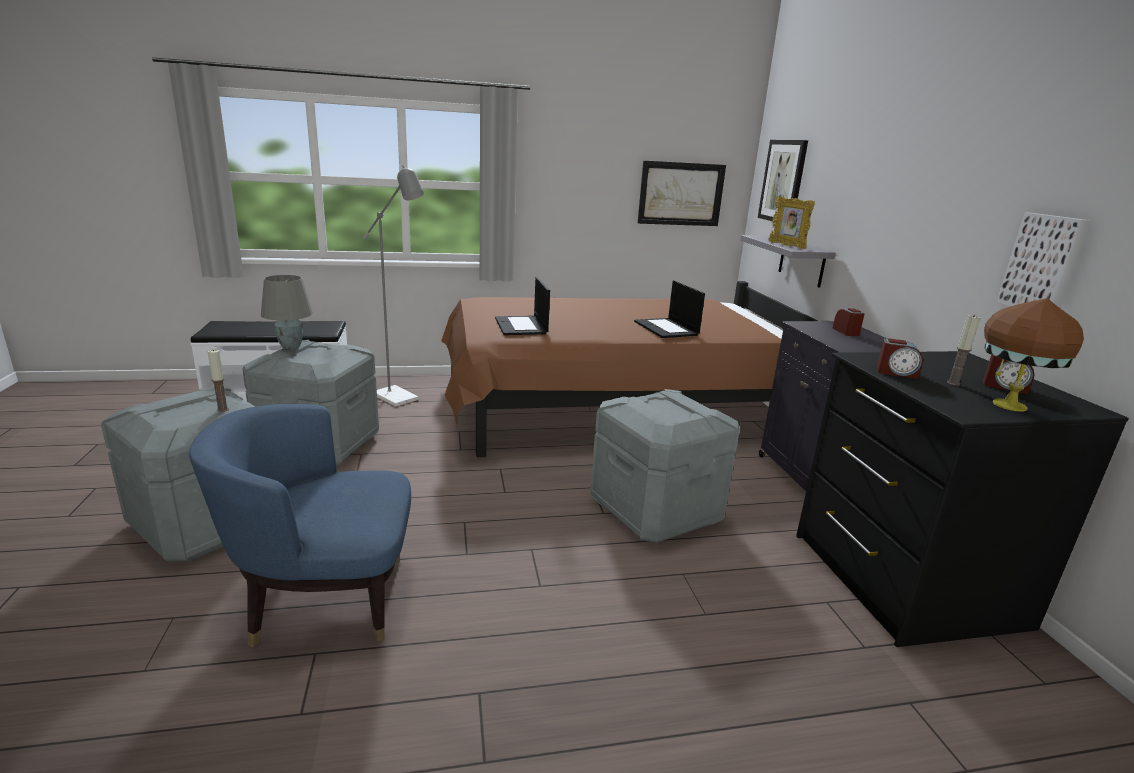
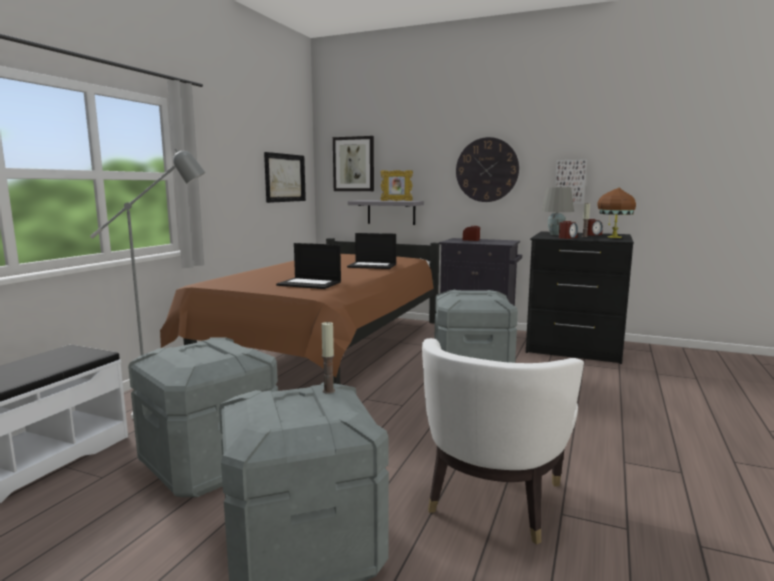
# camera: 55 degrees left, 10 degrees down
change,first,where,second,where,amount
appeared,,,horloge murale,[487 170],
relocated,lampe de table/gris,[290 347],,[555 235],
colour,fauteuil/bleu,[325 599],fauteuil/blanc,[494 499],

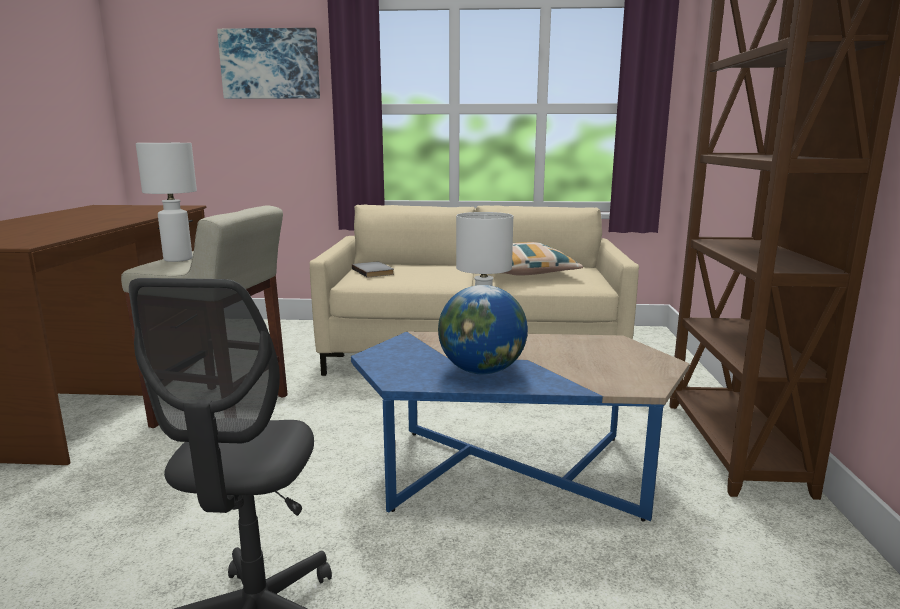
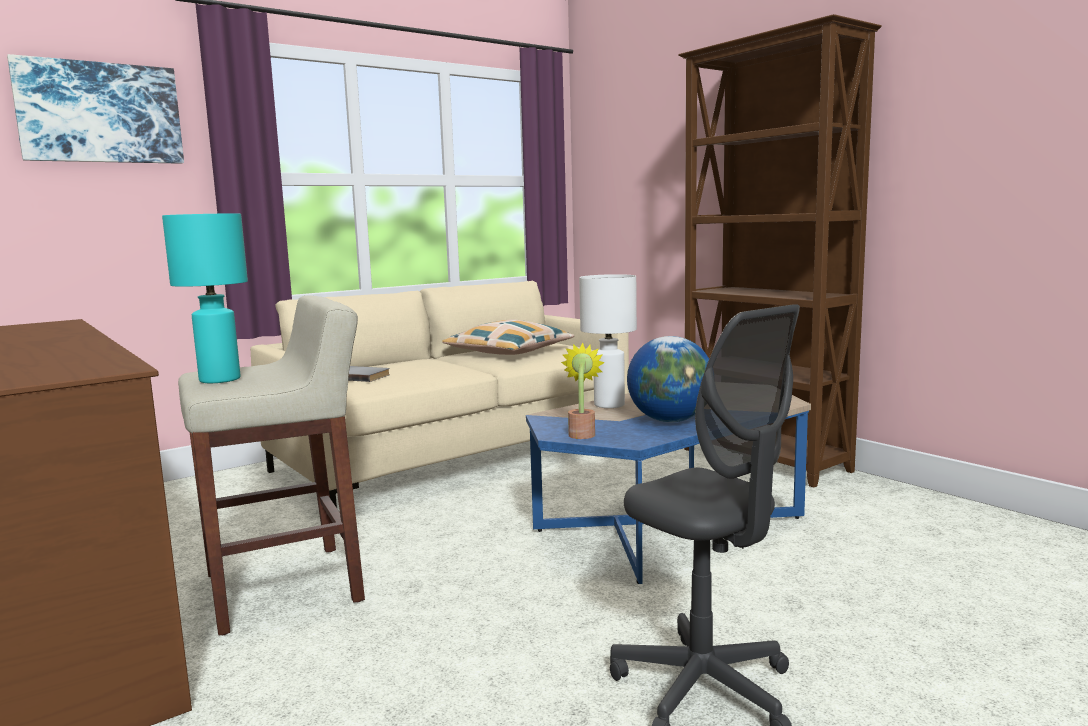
# camera: 40 degrees left, 5 degrees down
change,first,where,second,where,amount
appeared,,,plante en pot,[582 433],
colour,lampe de table/blanc,[177 259],lampe de table/turquoise,[218 380],

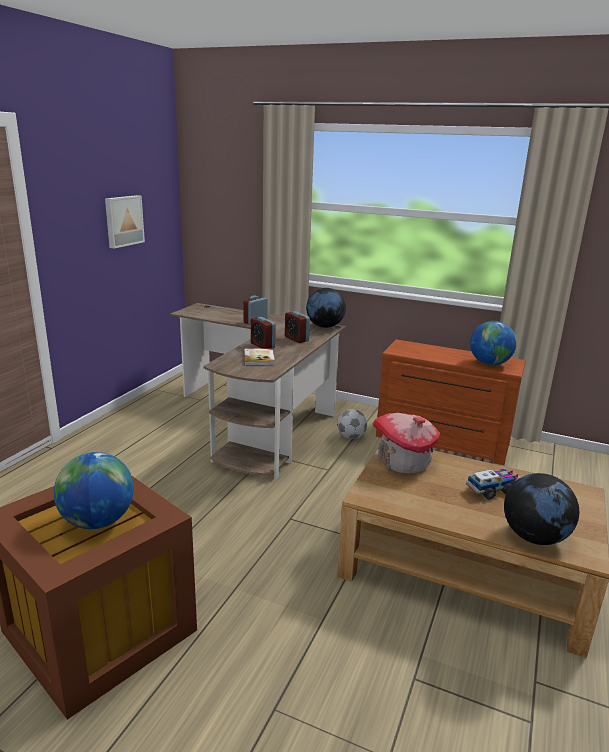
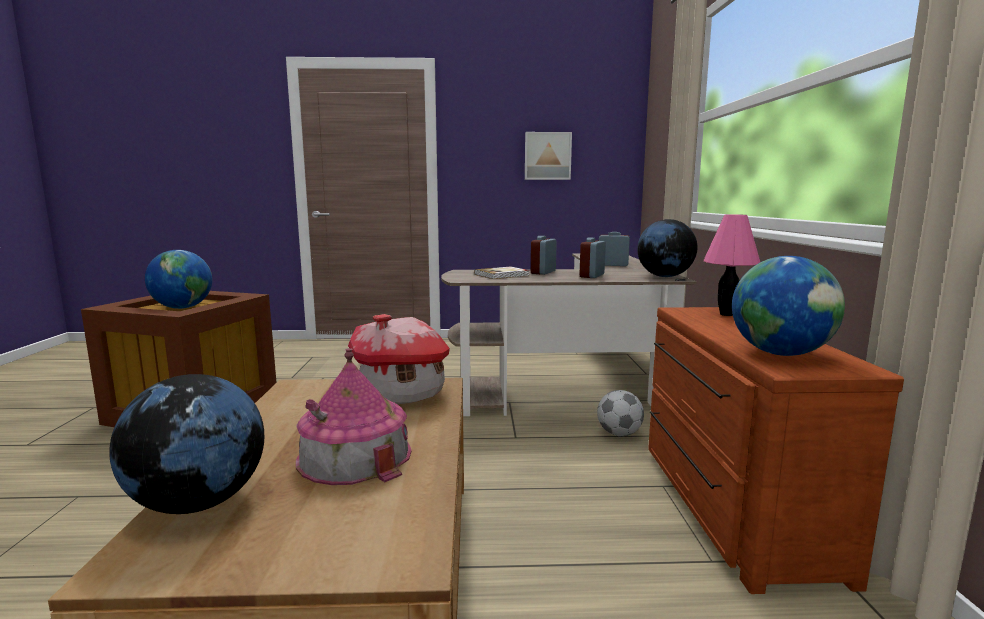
# camera: 65 degrees right, 10 degrees down
change,first,where,second,where,amount
appeared,,,lampe de table/rose,[727 314],
exchanged,camion jouet,[492 490],maison miniature,[354 456],

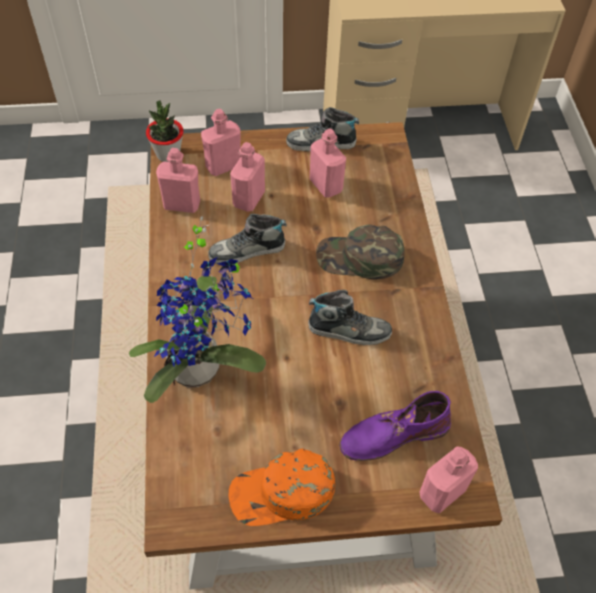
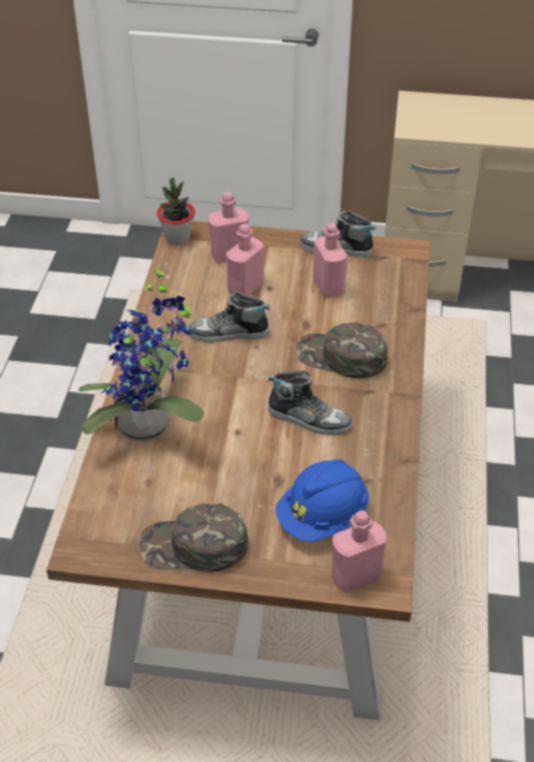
# camera: 15 degrees right, 10 degrees down
change,first,where,second,where,amount
missing,bouteille/rose,[182 204],,,
exchanged,botte/violet,[393 435],casque de chantier/bleu,[323 517],
colour,casquette/orange,[282 493],casquette/vert,[194 546],

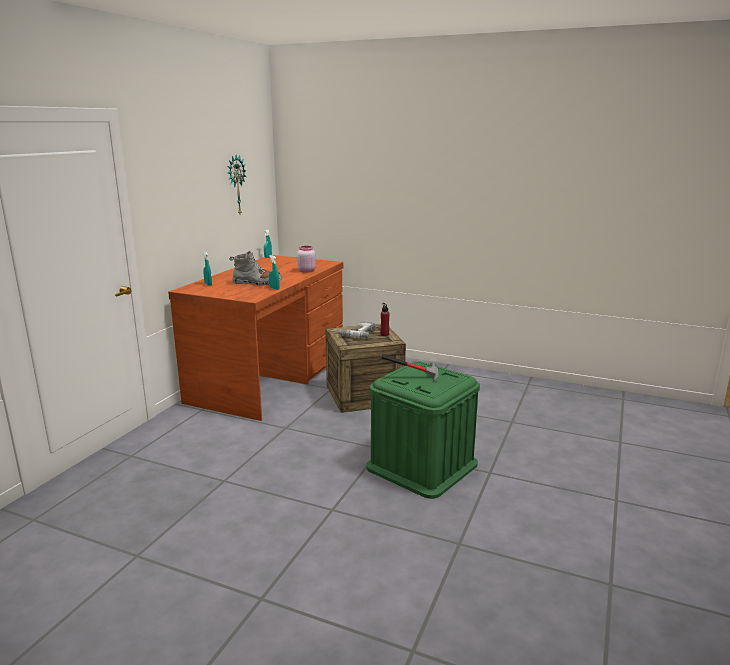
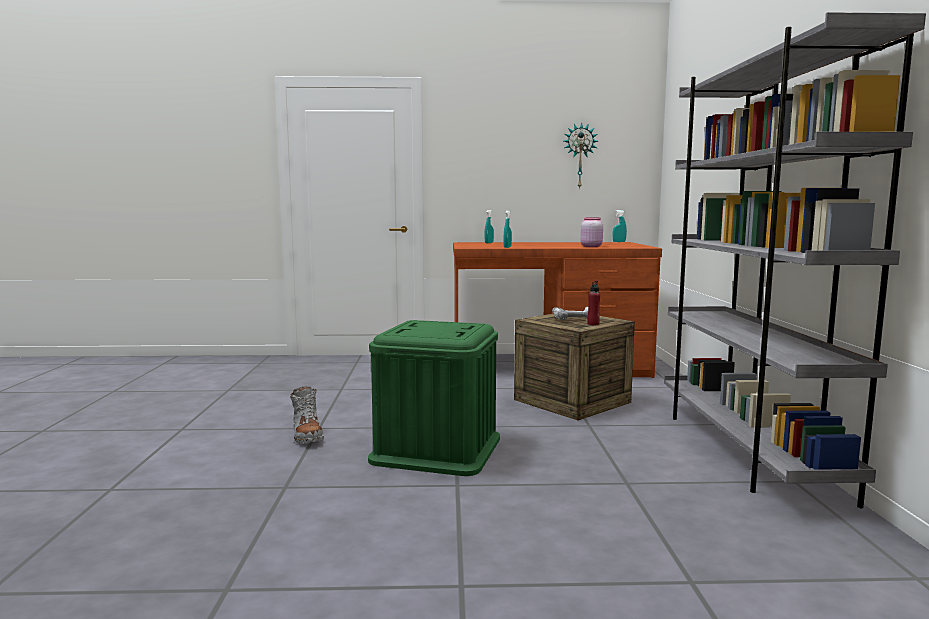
# camera: 65 degrees right, 10 degrees down
change,first,where,second,where,amount
missing,marteau,[413 376],,,
appeared,,,bibliothèque/gris,[745 450],
relocated,botte/gris,[257 283],,[307 435],

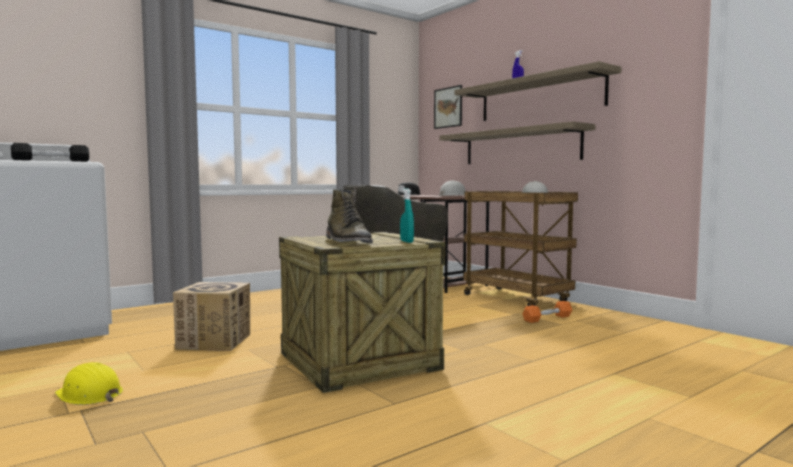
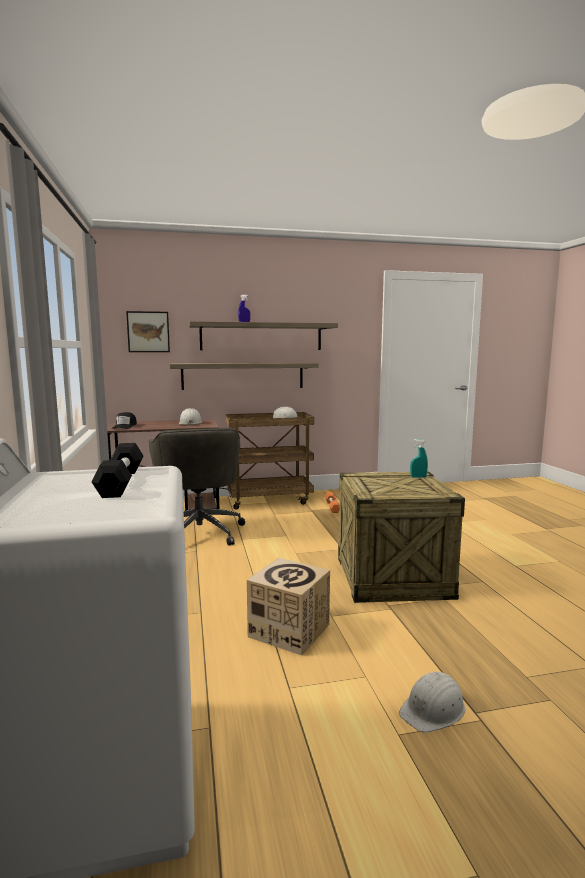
# camera: 65 degrees left, 5 degrees up
change,first,where,second,where,amount
missing,botte/vert,[348 242],,,
colour,casque de chantier/jaune,[89 394],casque de chantier/blanc,[433 709],

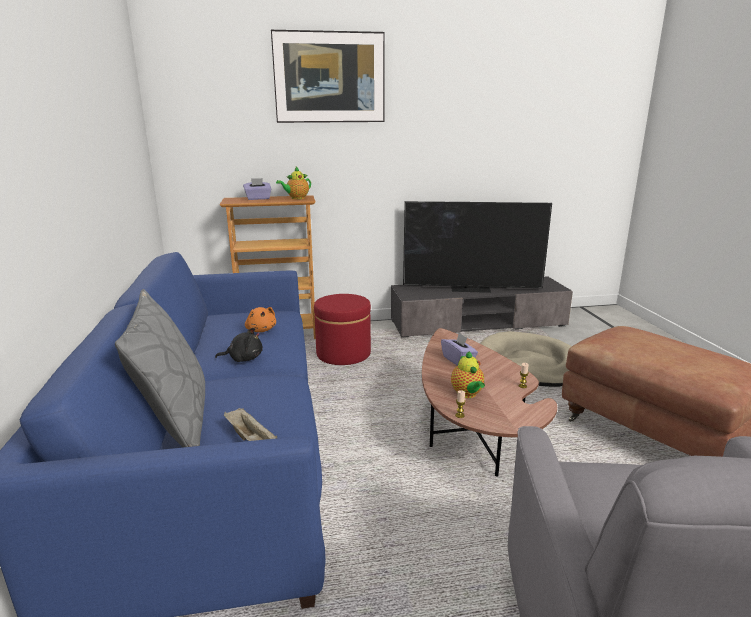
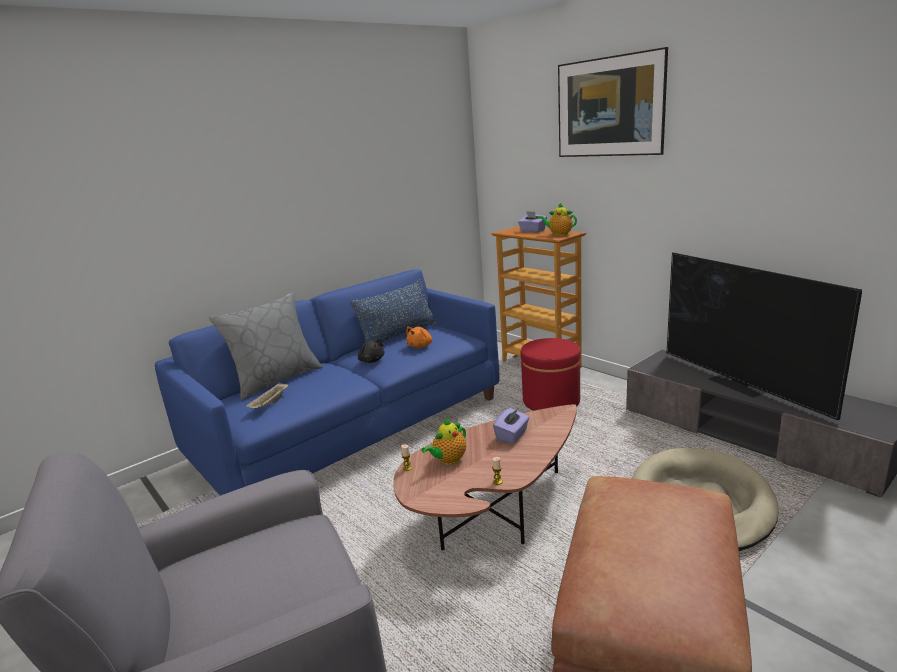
# camera: 60 degrees right, 0 degrees up
change,first,where,second,where,amount
appeared,,,coussin/bleu,[399 335],

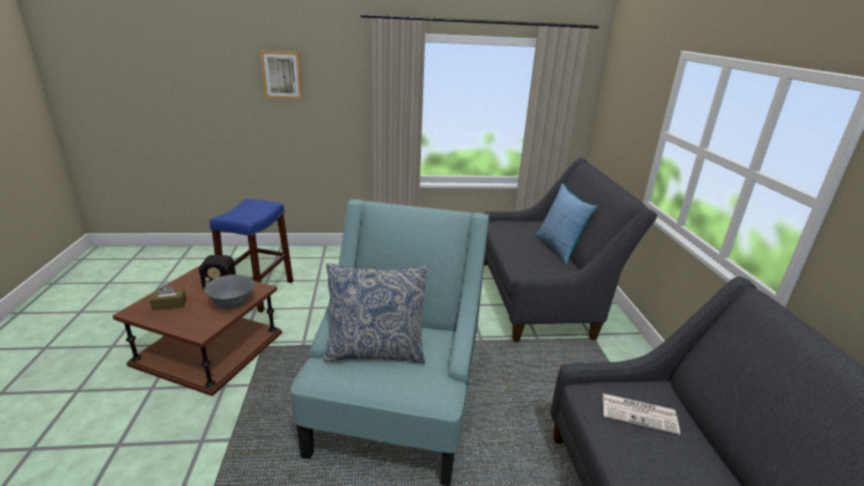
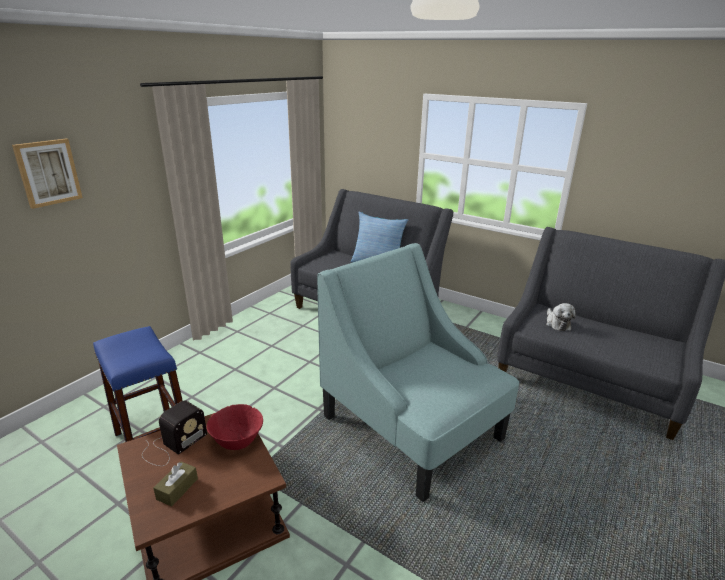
# camera: 50 degrees left, 0 degrees up
change,first,where,second,where,amount
missing,coussin,[376 351],,,
exchanged,journal,[639 413],peluche,[557 323],
colour,bol/gris,[232 304],bol/rouge,[237 442],

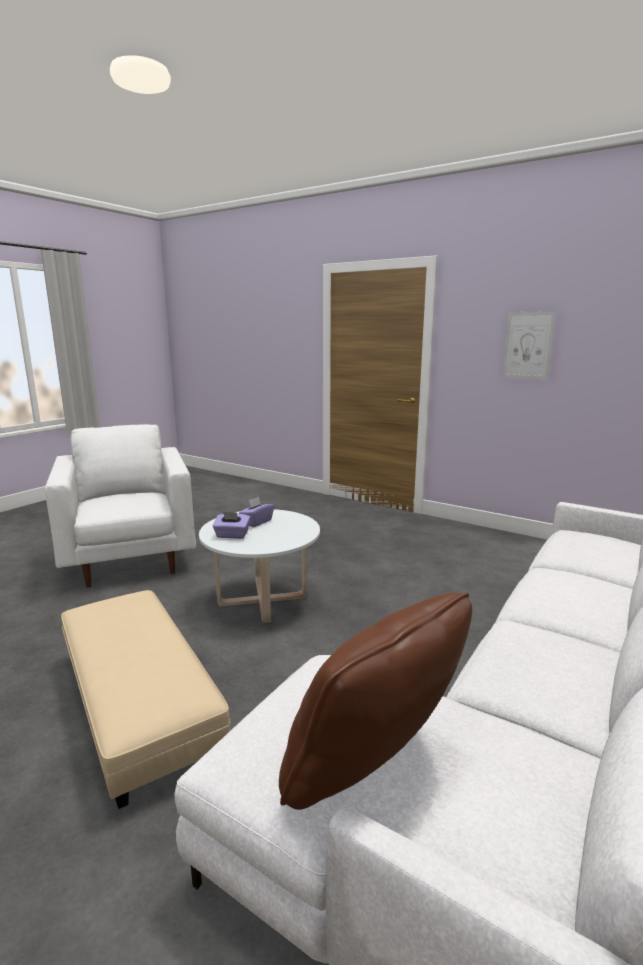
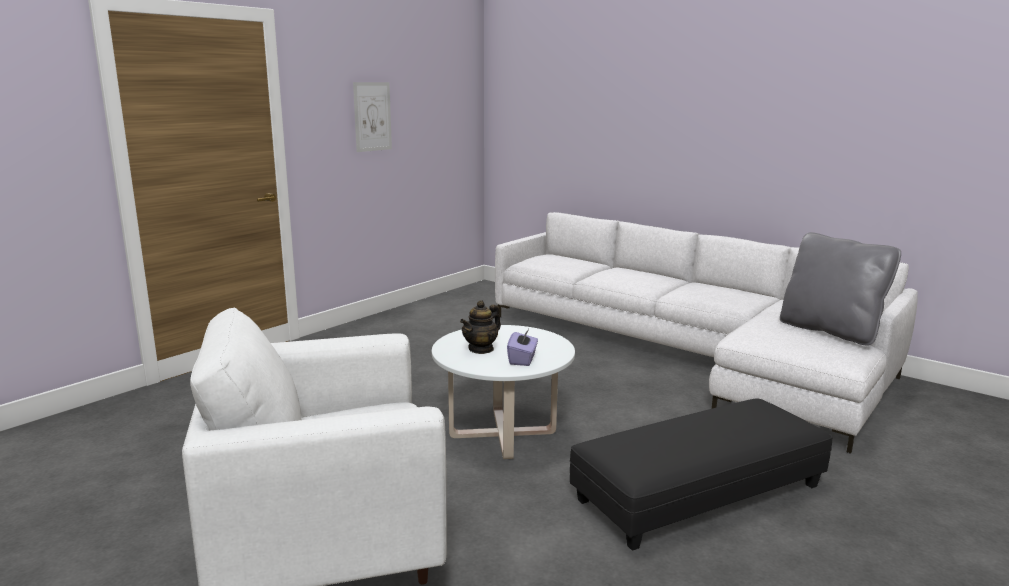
# camera: 85 degrees left, 0 degrees up
change,first,where,second,where,amount
exchanged,boîte à mouchoirs/violet,[256 522],théière,[481 349],
colour,pouf/beige,[139 702],pouf/noir,[699 493],
colour,coussin/marron,[374 773],coussin/gris,[830 331],

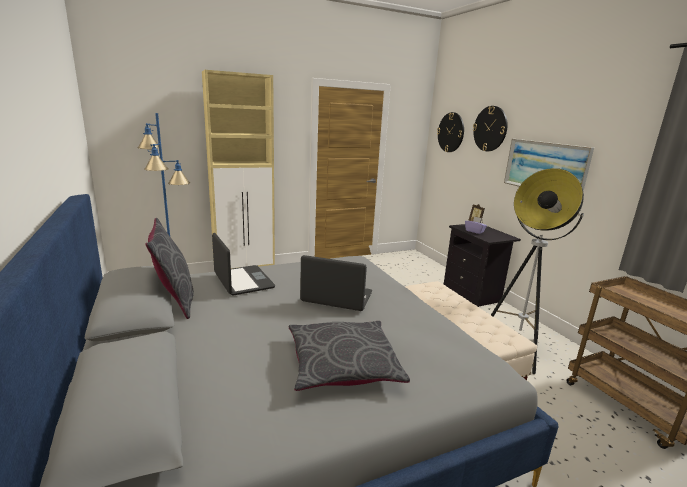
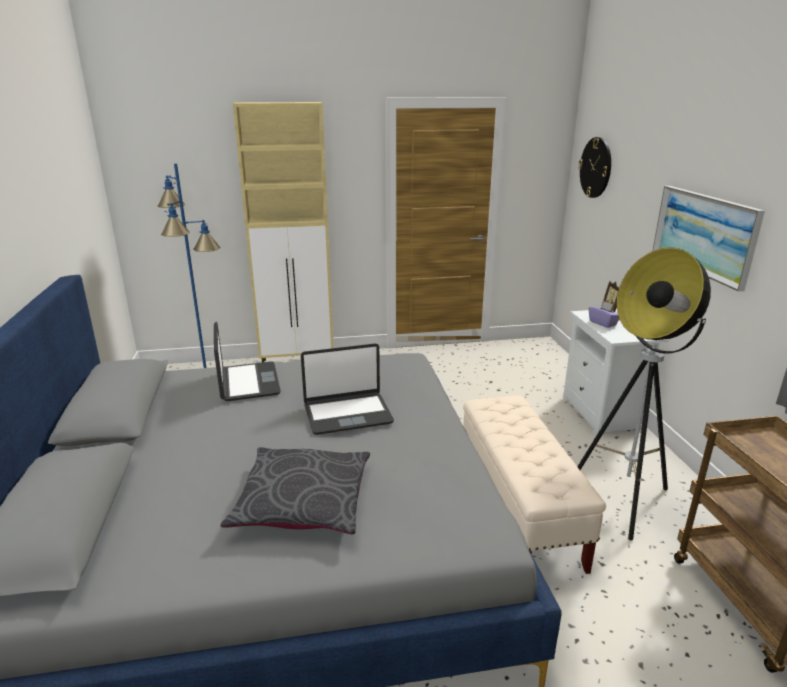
# camera: 15 degrees right, 5 degrees up
change,first,where,second,where,amount
missing,coussin/gris,[175 301],,,
missing,horloge murale,[490 128],,,
colour,table de chevet/noir,[473 295],table de chevet/blanc,[603 414],
spun,ordinateur portable,[337 297],,[347 414],135 degrees clockwise

